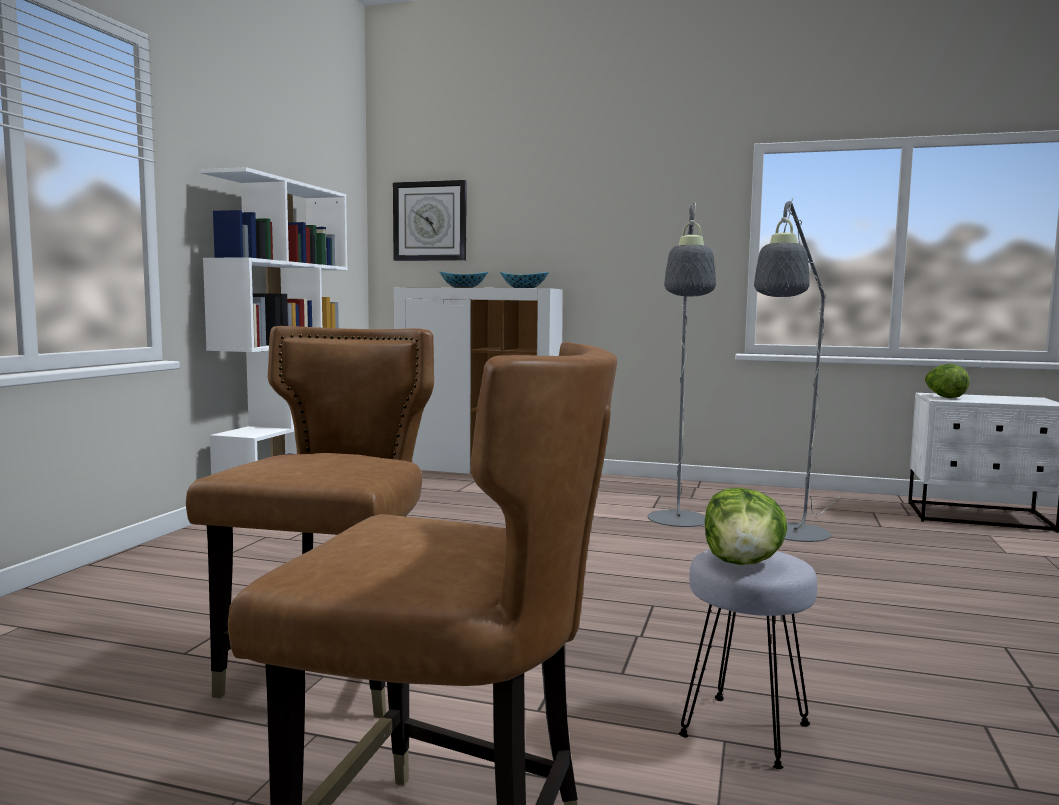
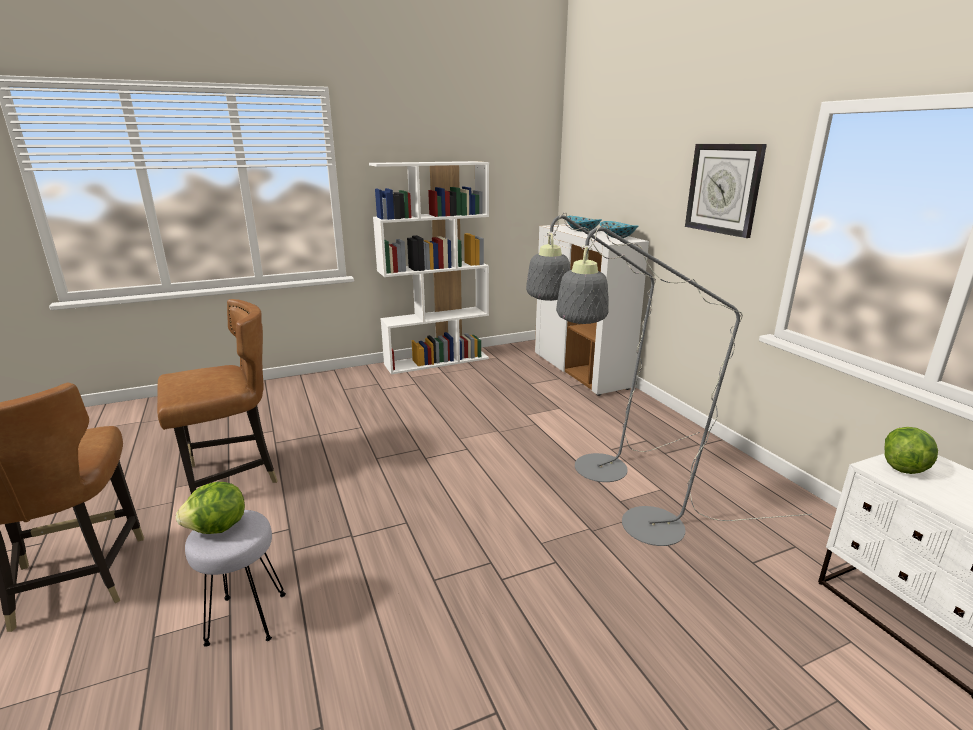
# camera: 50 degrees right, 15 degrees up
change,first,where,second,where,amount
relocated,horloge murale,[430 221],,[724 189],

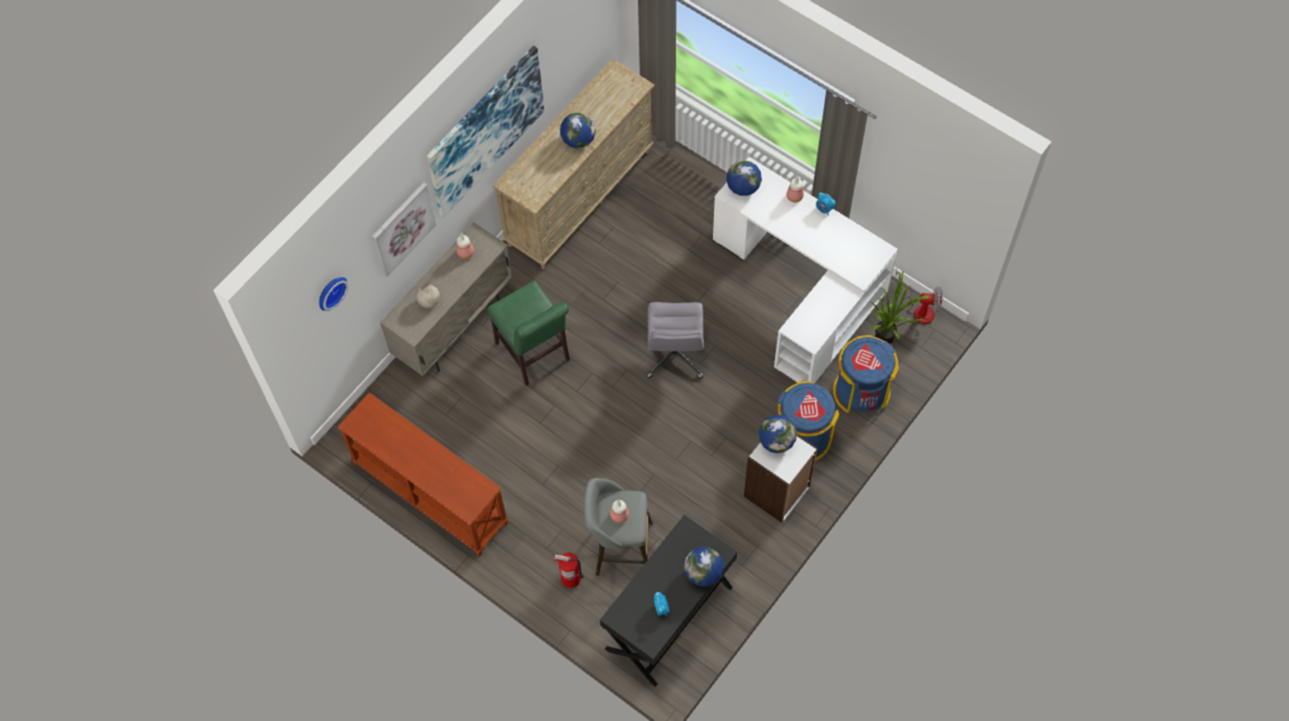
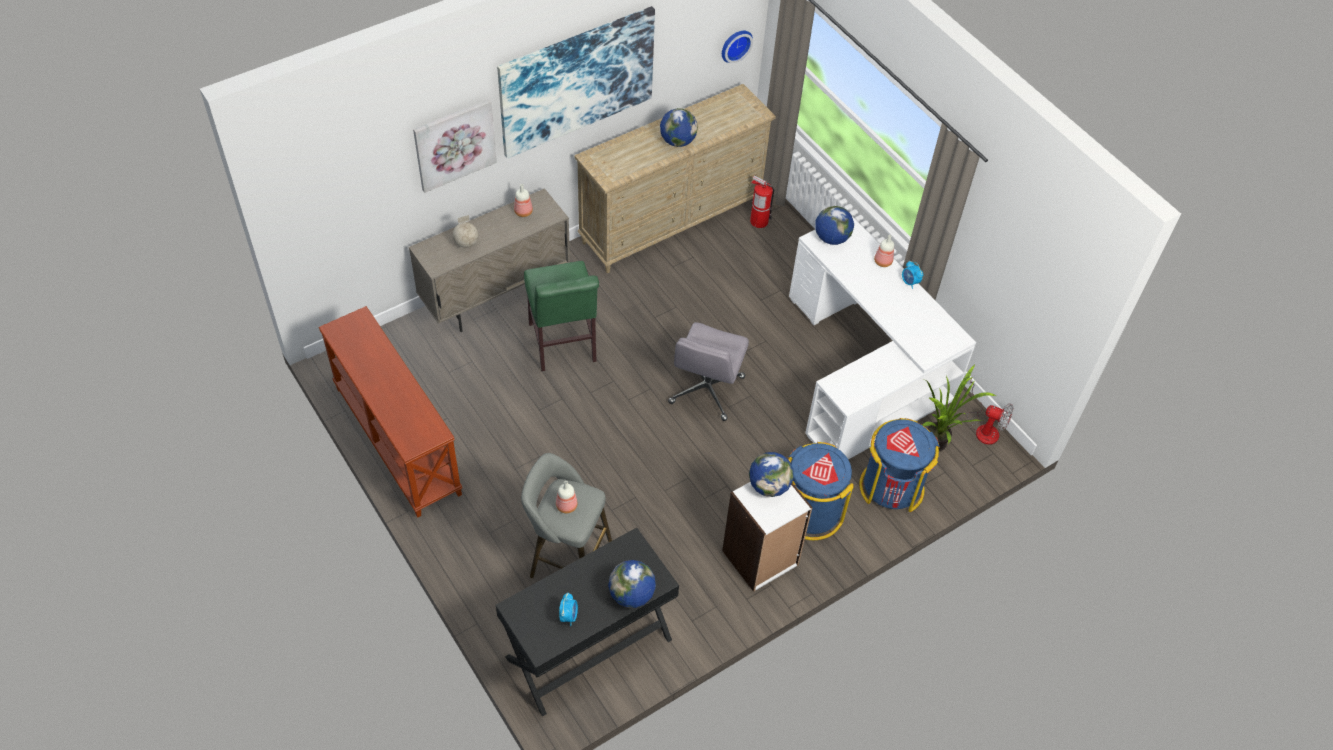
# camera: 15 degrees right, 10 degrees down
change,first,where,second,where,amount
relocated,horloge murale,[330 291],,[735 44],
relocated,extincteur,[570 578],,[758 221],

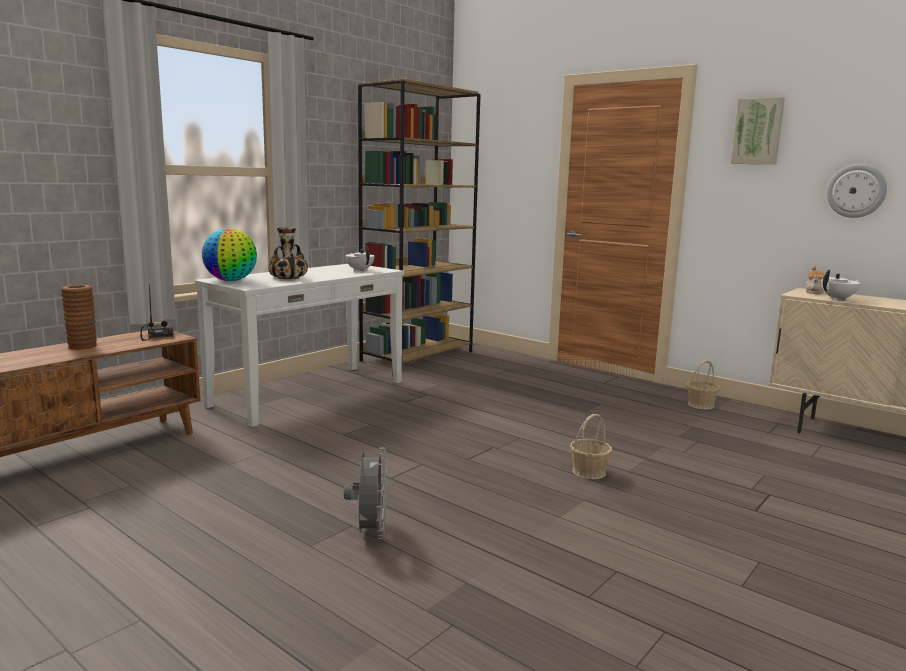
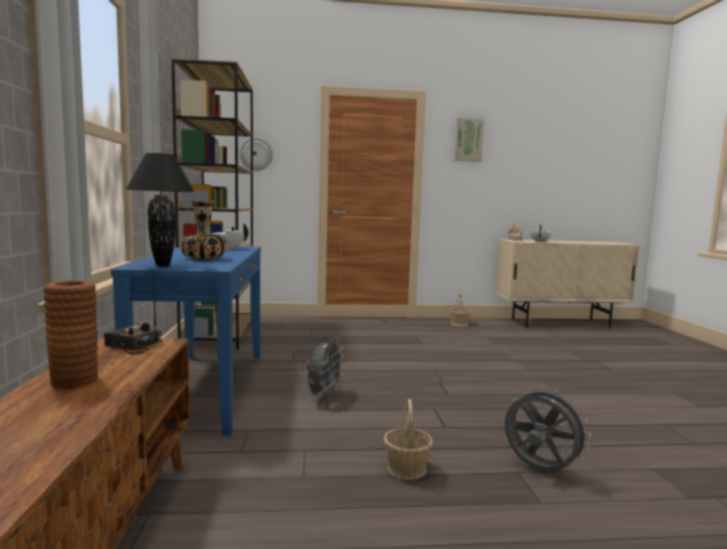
# camera: 45 degrees left, 5 degrees down
change,first,where,second,where,amount
appeared,,,ventilateur/gris,[324 397],
relocated,panier,[589 472],,[407 468],
relocated,horloge murale,[856 191],,[256 153],
exchanged,globe,[231 280],lampe de table/noir,[163 265],
colour,table console/blanc,[308 393],table console/bleu,[203 388],

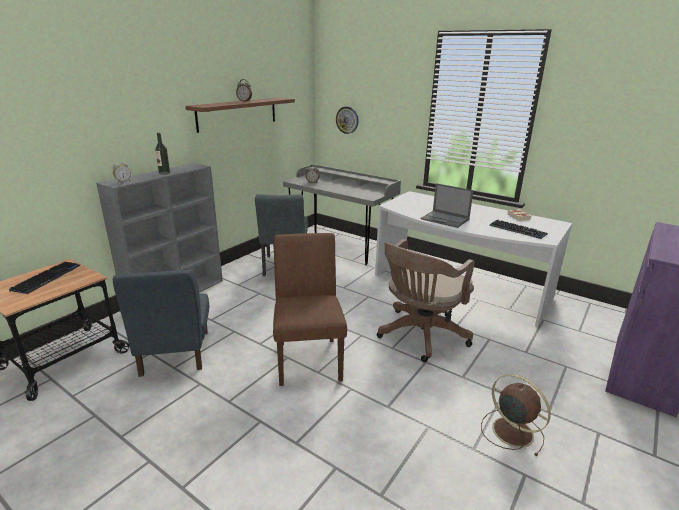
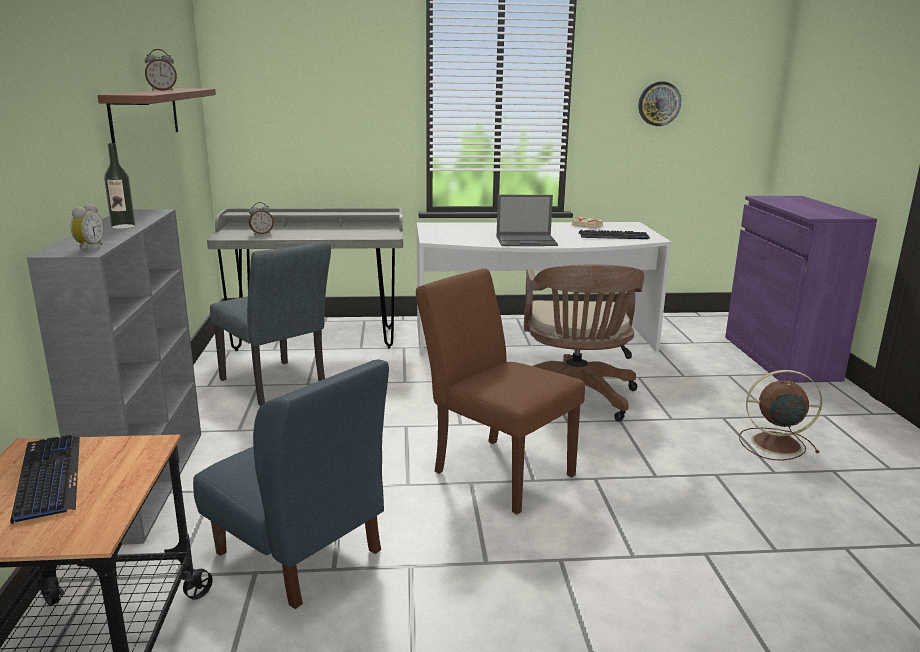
# camera: 40 degrees left, 5 degrees down
change,first,where,second,where,amount
relocated,horloge murale,[347 120],,[659 103],

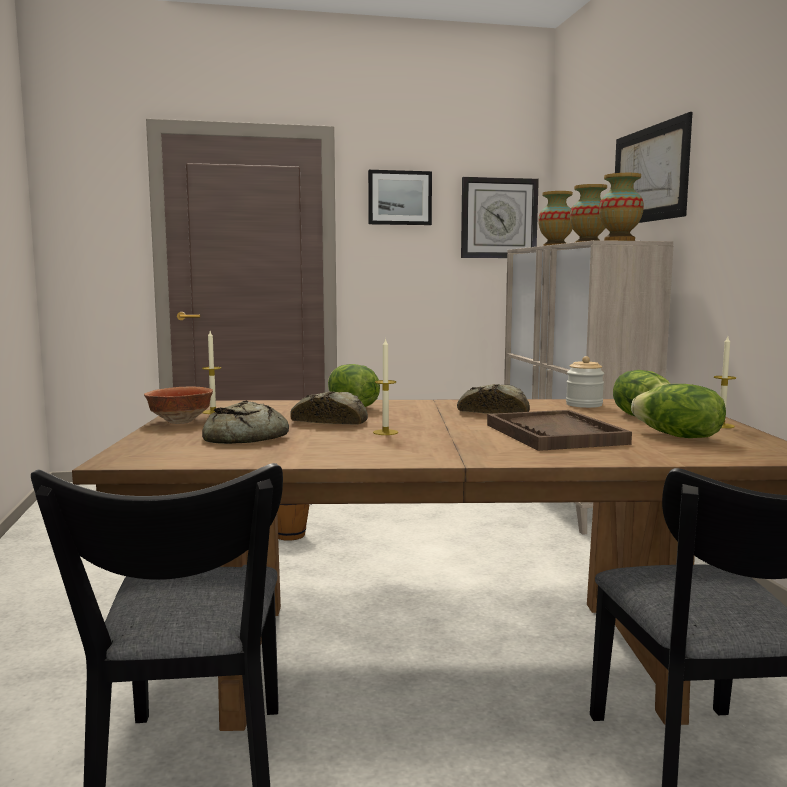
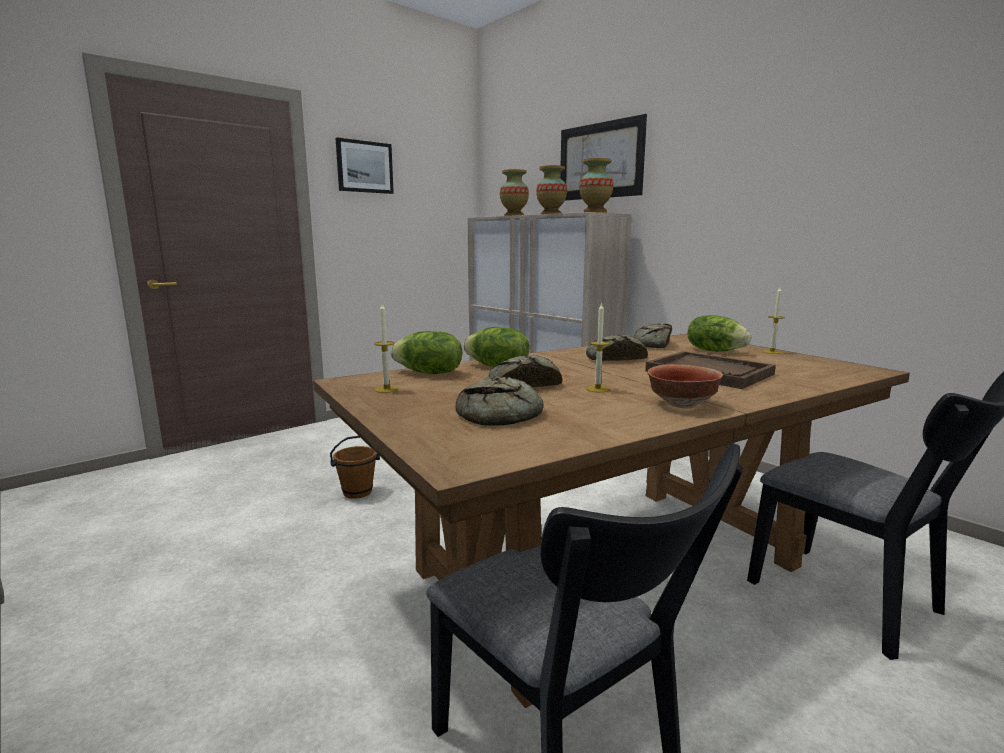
# camera: 30 degrees left, 5 degrees up
change,first,where,second,where,amount
missing,horloge murale,[498 218],,,
relocated,bol,[179 422],,[682 405],
relocated,laitue,[677 436],,[428 373],
exchanged,bocal,[584 405],pain,[651 345],

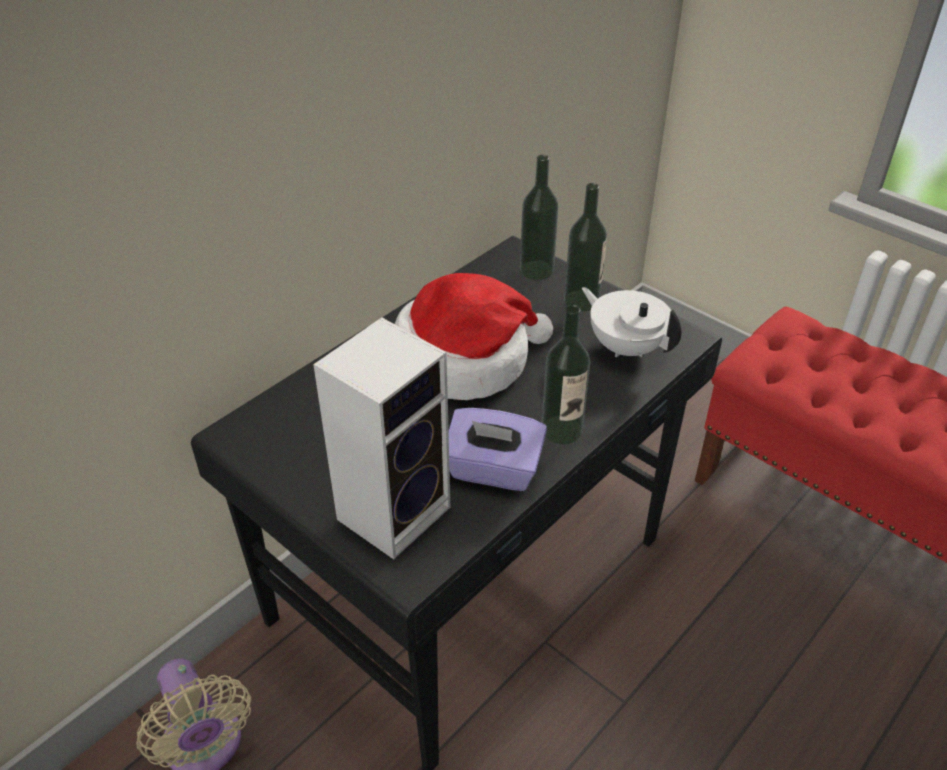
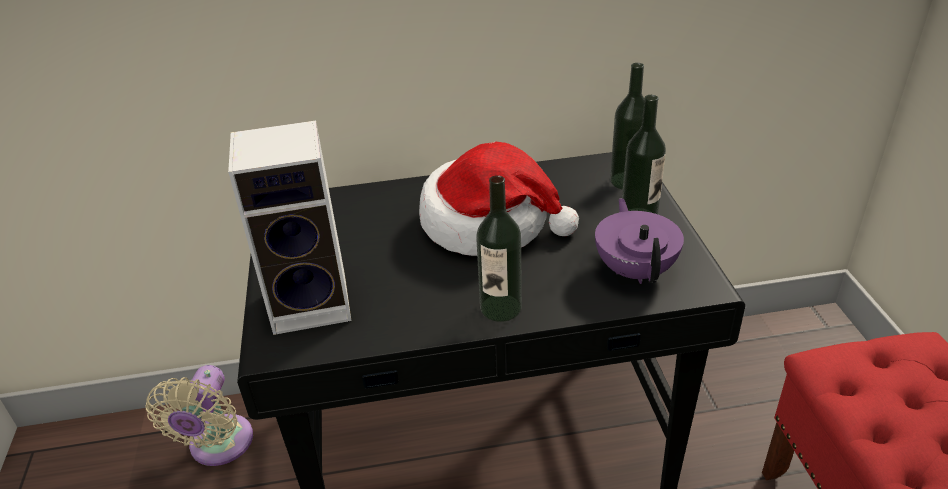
# camera: 40 degrees right, 5 degrees down
change,first,where,second,where,amount
missing,boîte à mouchoirs/violet,[493 470],,,
colour,théière/blanc,[626 347],théière/violet,[635 270],

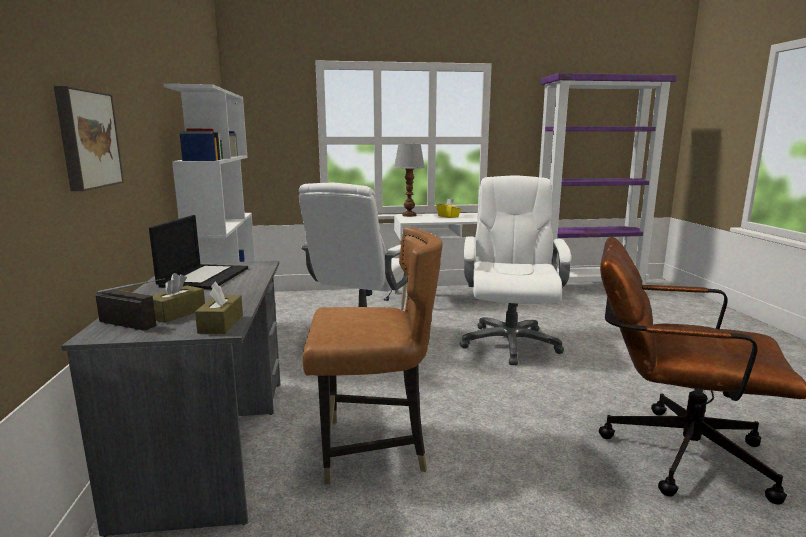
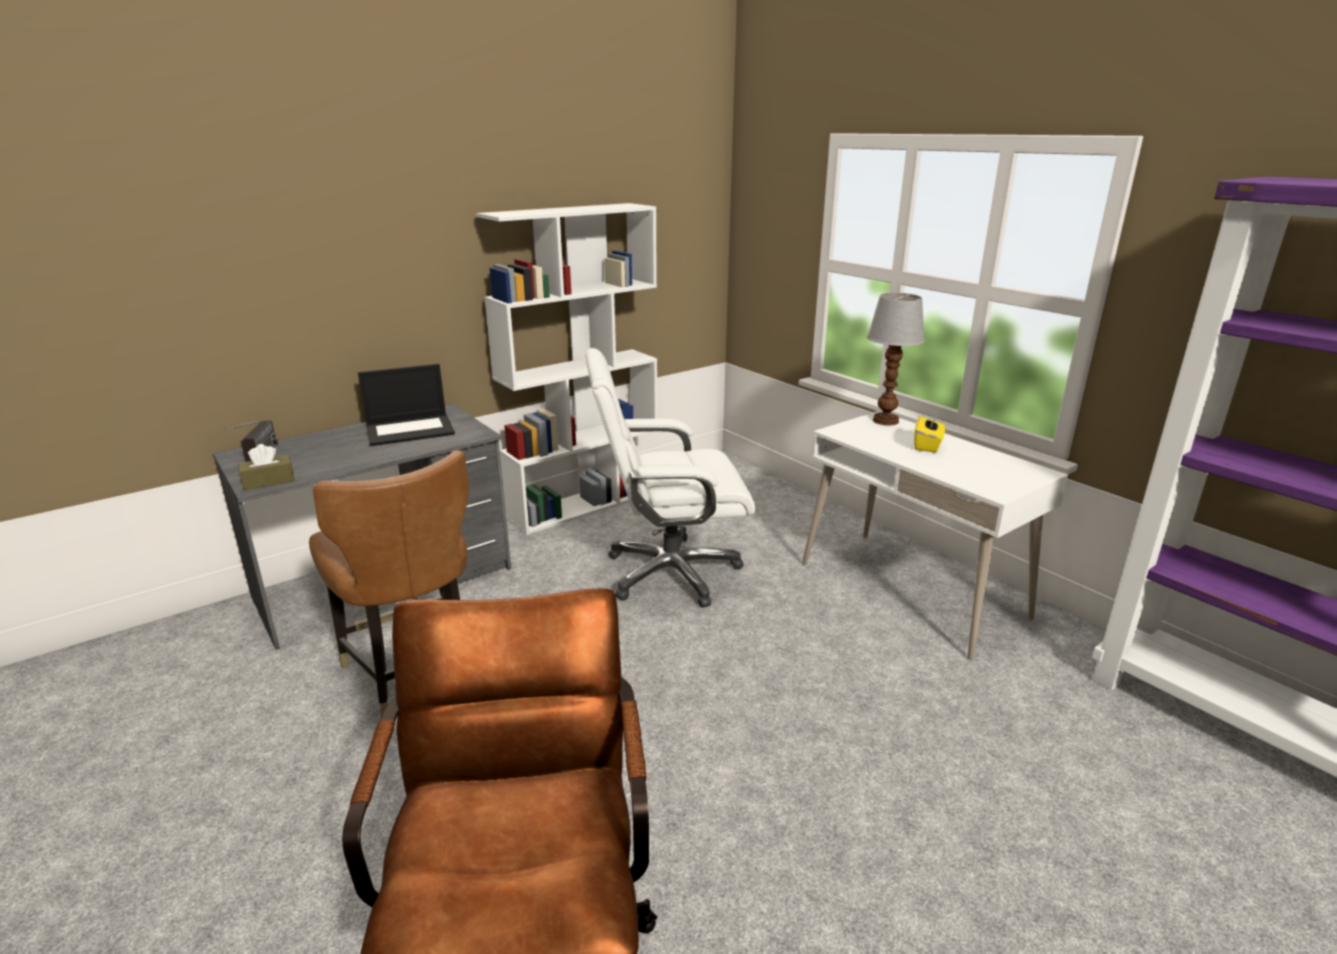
# camera: 60 degrees right, 10 degrees up
change,first,where,second,where,amount
missing,tableau,[86 139],,,
missing,boîte à mouchoirs/marron,[177 313],,,
missing,chaise de bureau/blanc,[509 343],,,

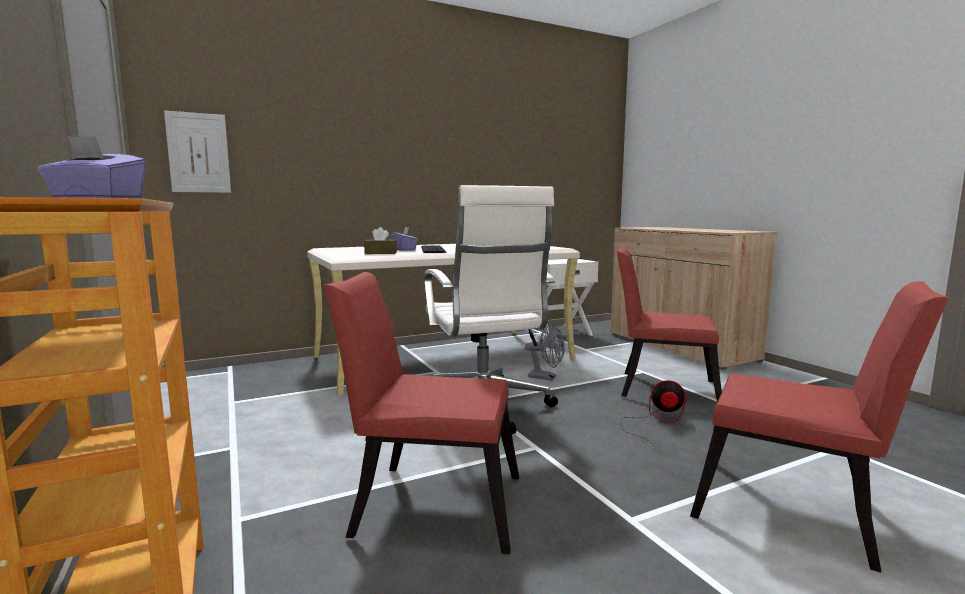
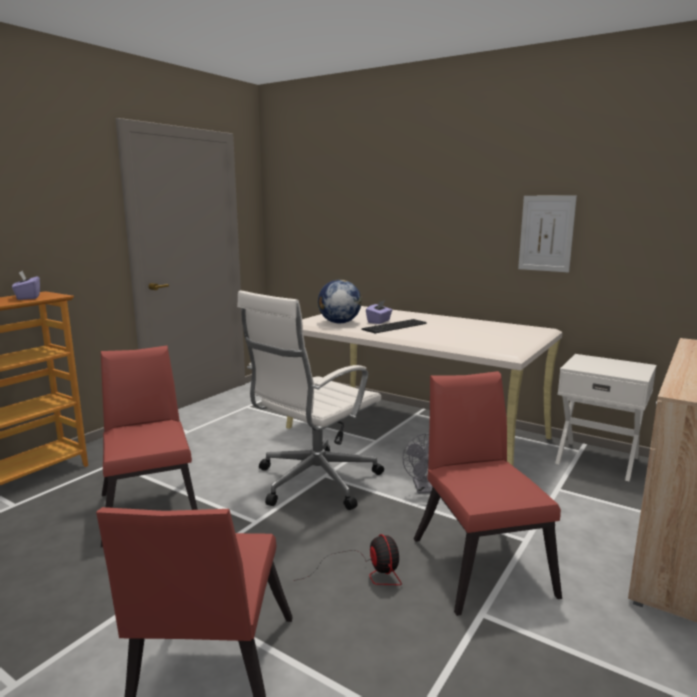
# camera: 60 degrees right, 5 degrees up
change,first,where,second,where,amount
relocated,tableau,[198 153],,[546 233],
exchanged,boîte à mouchoirs/marron,[380 253],globe,[339 322],

